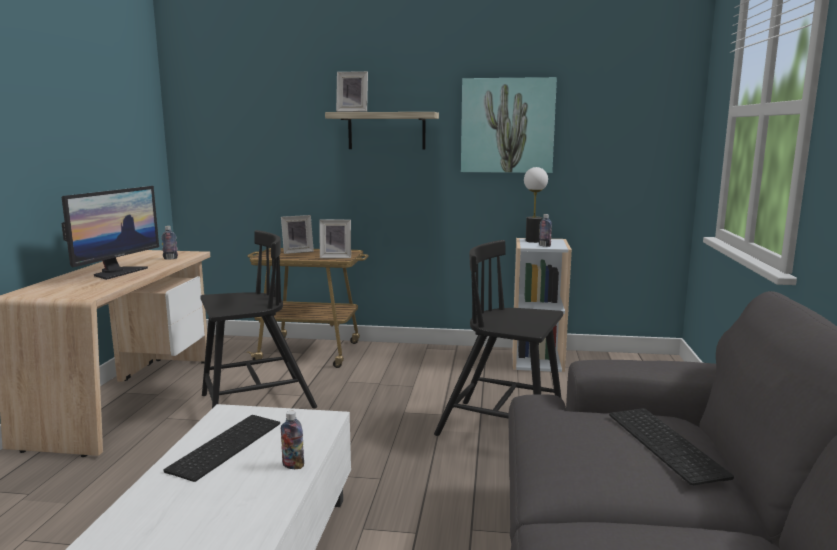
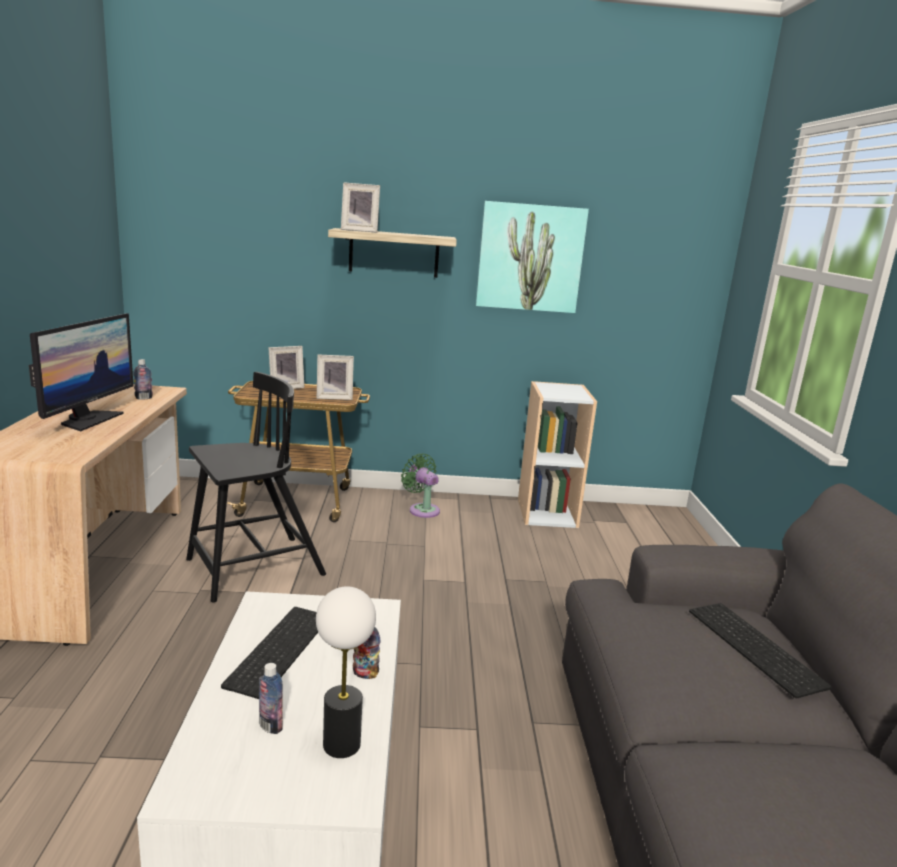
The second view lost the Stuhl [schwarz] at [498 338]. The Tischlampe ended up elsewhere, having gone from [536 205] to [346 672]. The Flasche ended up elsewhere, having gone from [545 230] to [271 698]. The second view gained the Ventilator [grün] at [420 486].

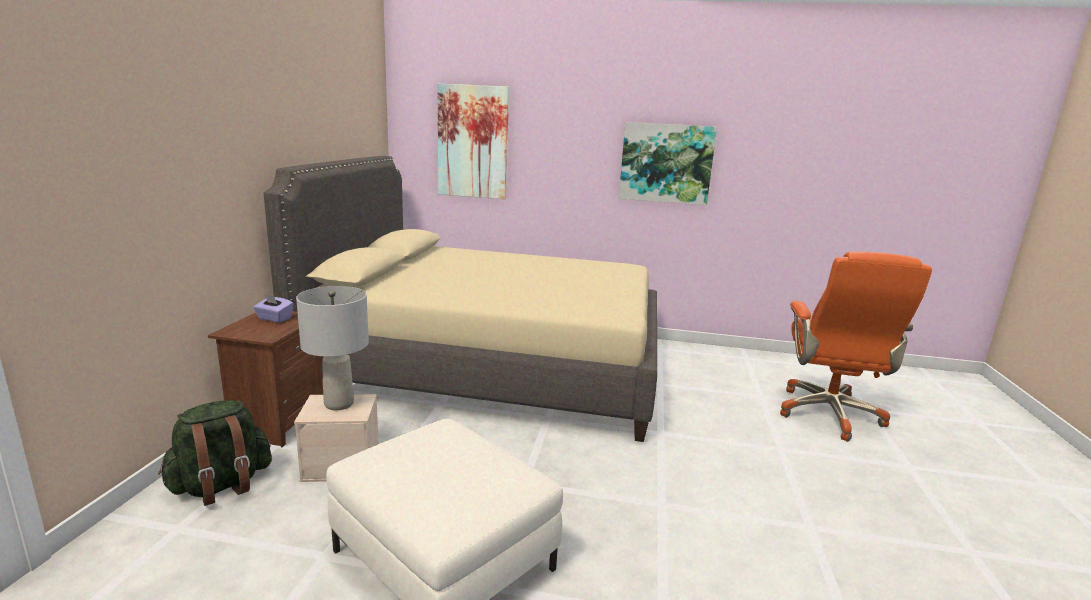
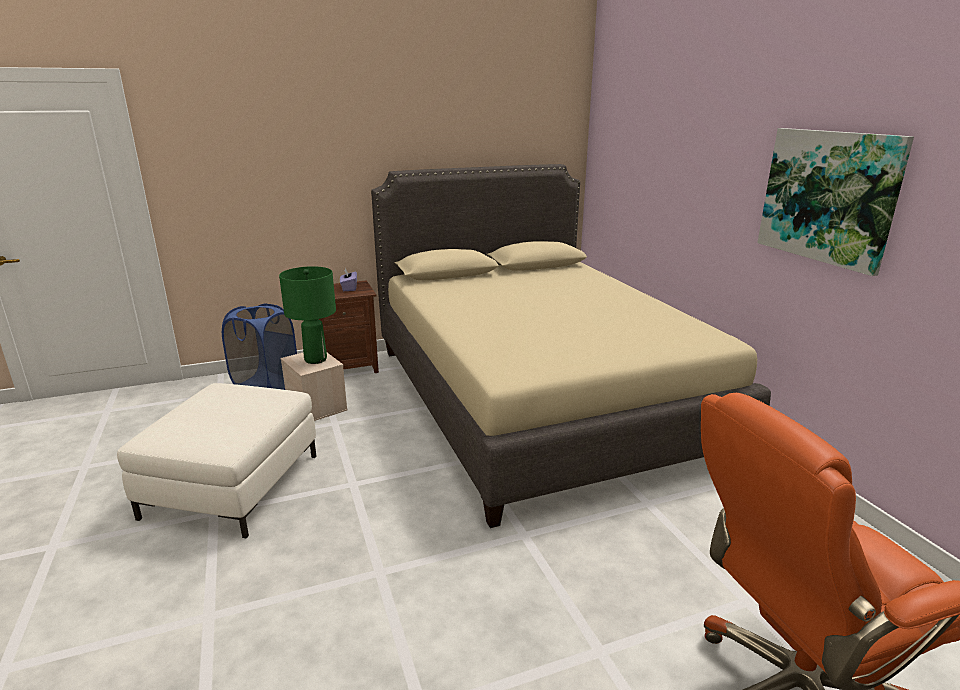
Where the Rucksack [grün] stood at [215 453], the Wäschekorb [blau] came to stand at [259 346]. What was the Tischlampe [grau] at [332 348] turned into the Tischlampe [grün] at [307 315]. The second view lost the Bild at [473 141].

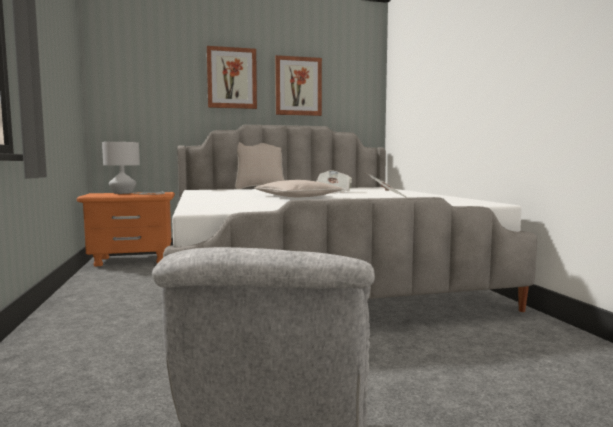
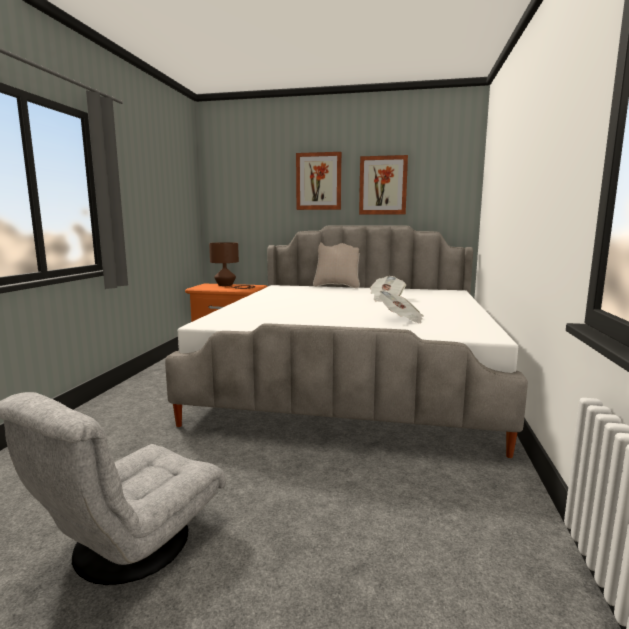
What was the Tischlampe [grau] at [133 168] turned into the Tischlampe [braun] at [232 265]. The second view lost the Kissen [beige] at [299 188].

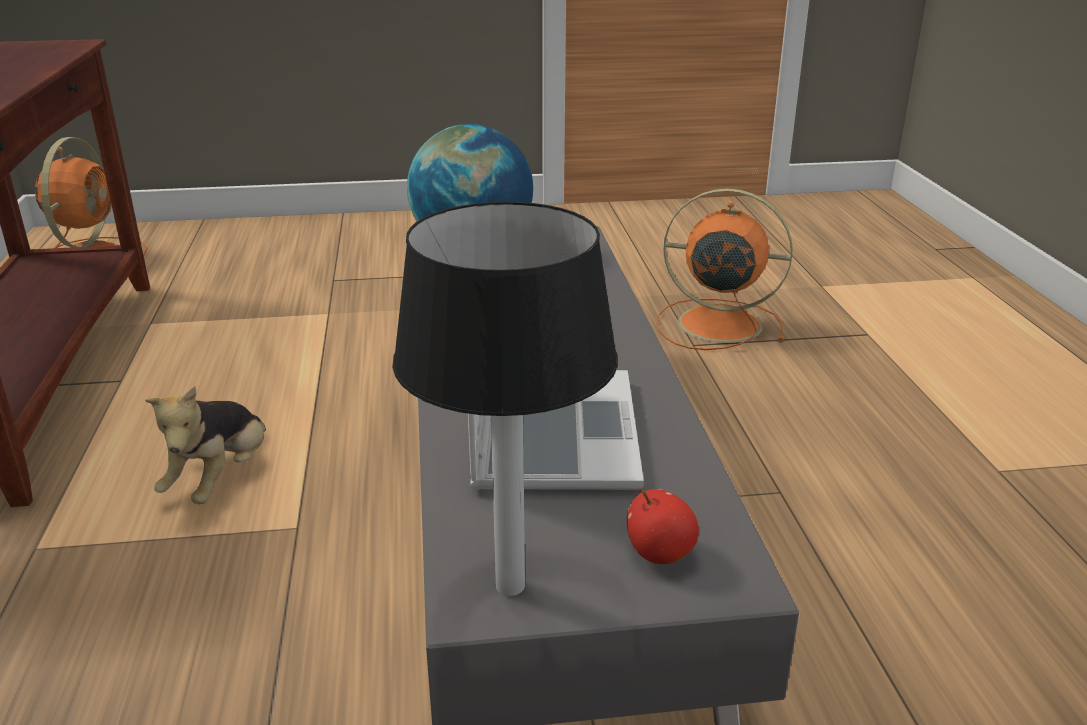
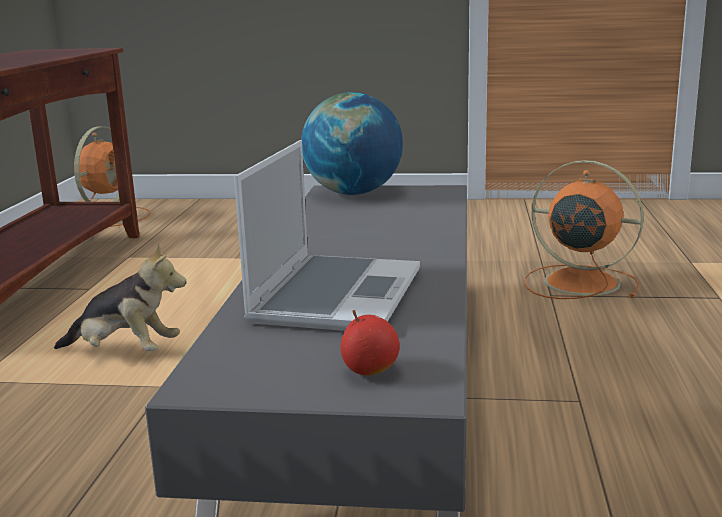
The Plüschtier at [205 445] ended up facing another way, 105 degrees counterclockwise from before. The second view lost the Tischlampe at [505 399].

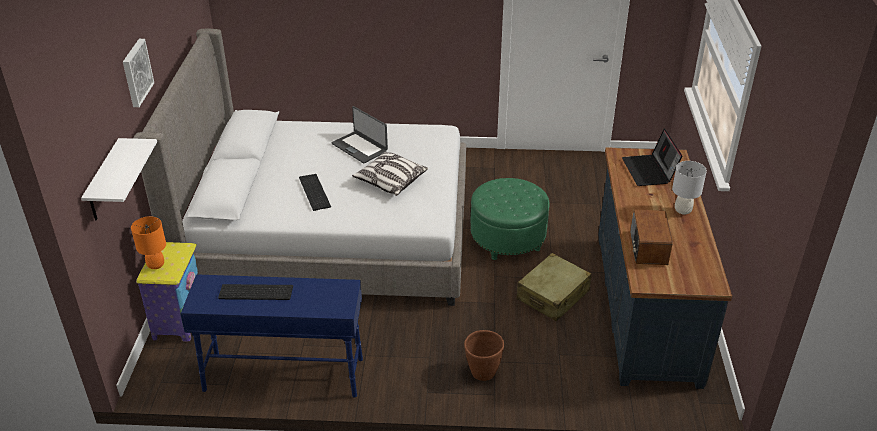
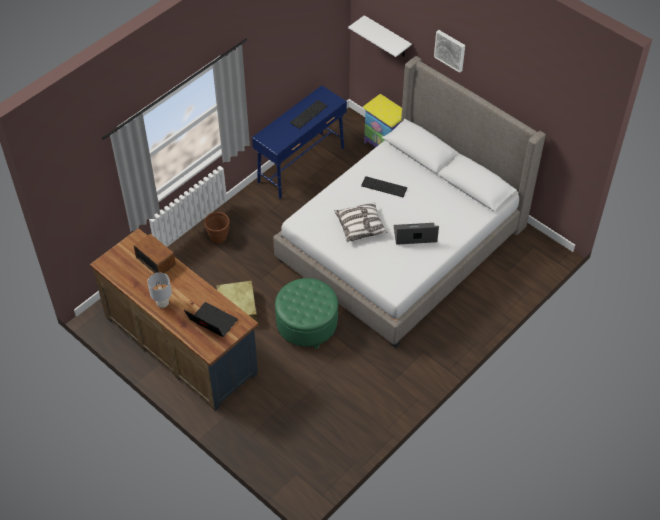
The second view lost the Tischlampe [orange] at [148 242].

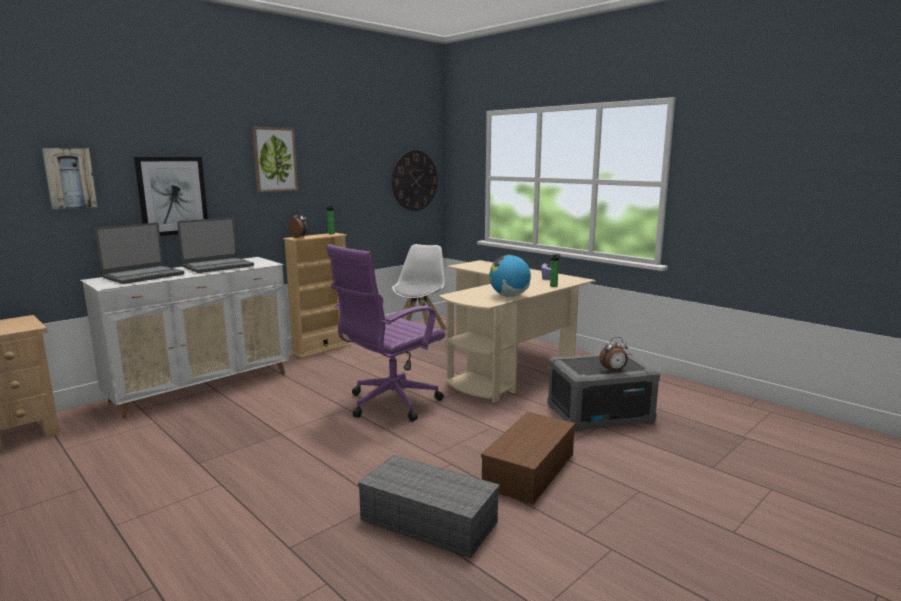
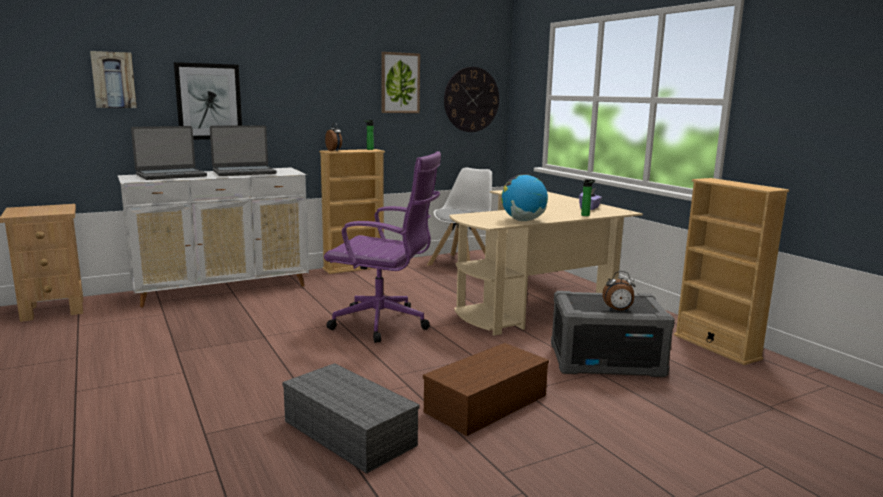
The Bild ended up elsewhere, having gone from [275 159] to [400 82]. The Bürostuhl [lila] at [386 333] ended up facing another way, 135 degrees counterclockwise from before. The second view gained the Bücherregal [beige] at [731 271].

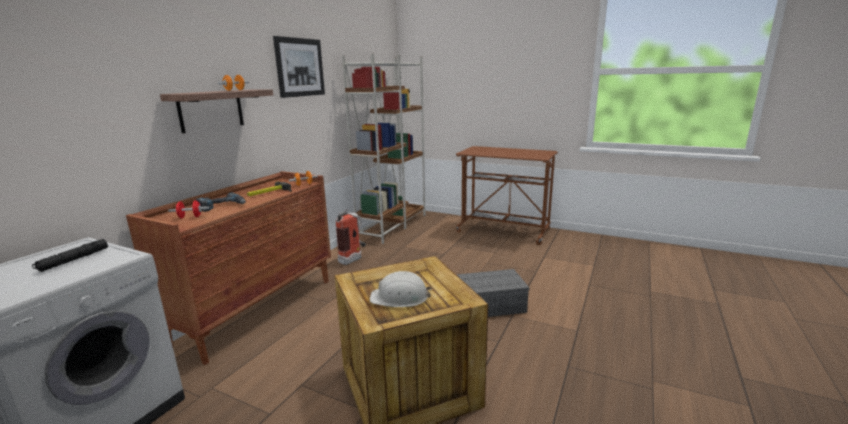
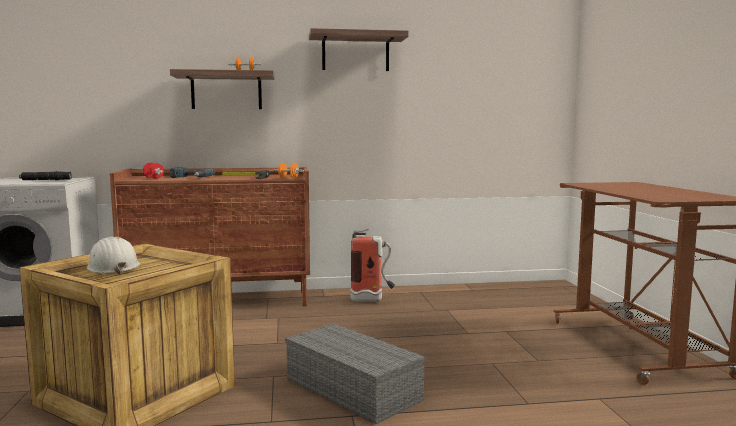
Where the Bild hung at [299 67], the Wandregal came to hang at [359 49]. The second view lost the Bücherregal [braun] at [383 149].

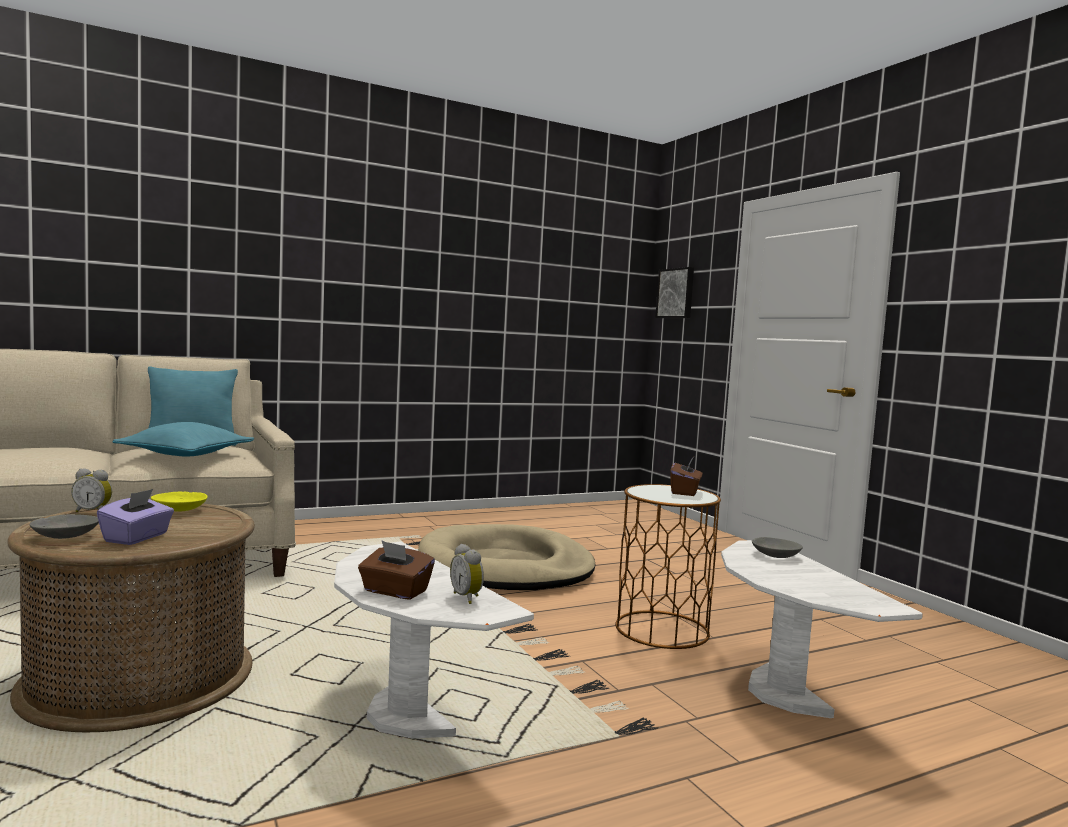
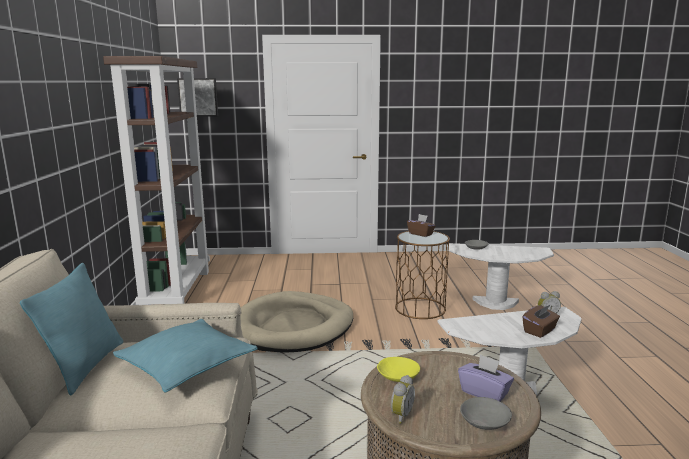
The second view gained the Bücherregal [braun] at [156 180].

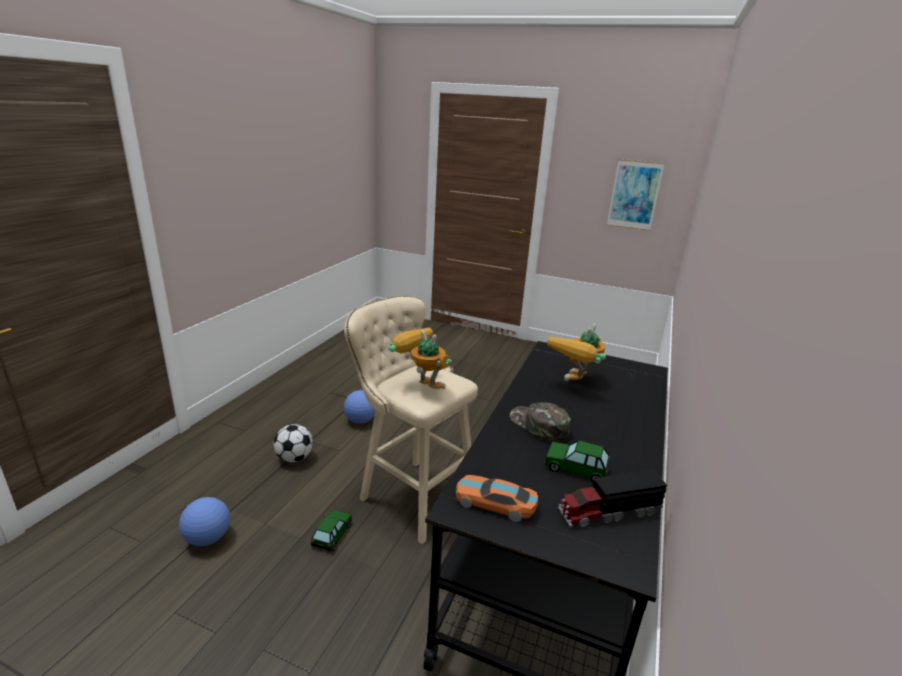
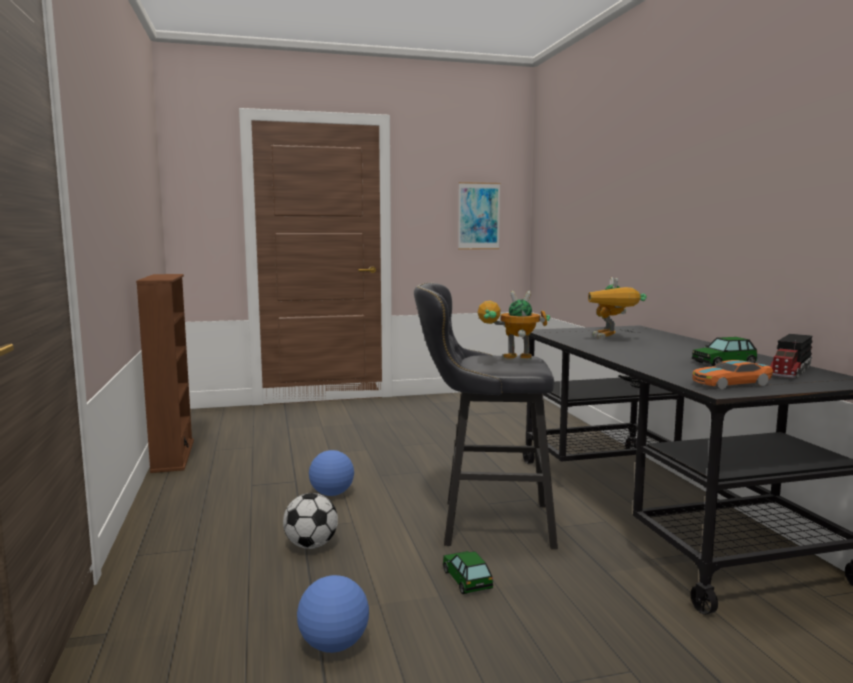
What was the Hocker [beige] at [411 420] turned into the Hocker [schwarz] at [486 416]. The second view lost the Kappe [grün] at [540 422]. The second view gained the Bücherregal [braun] at [165 373].

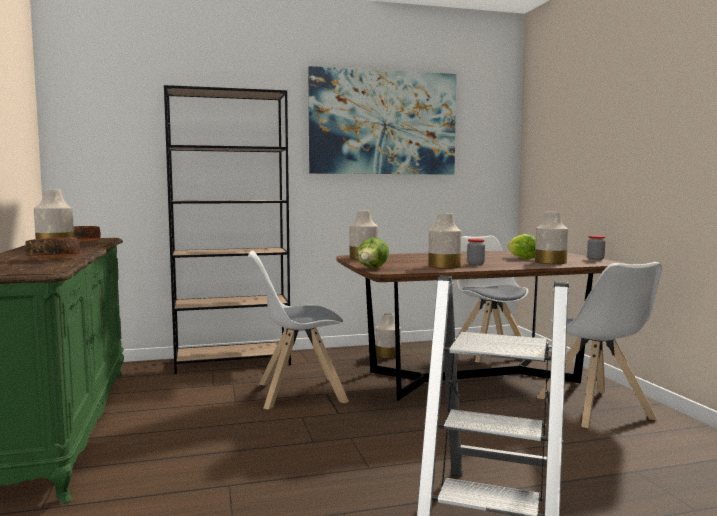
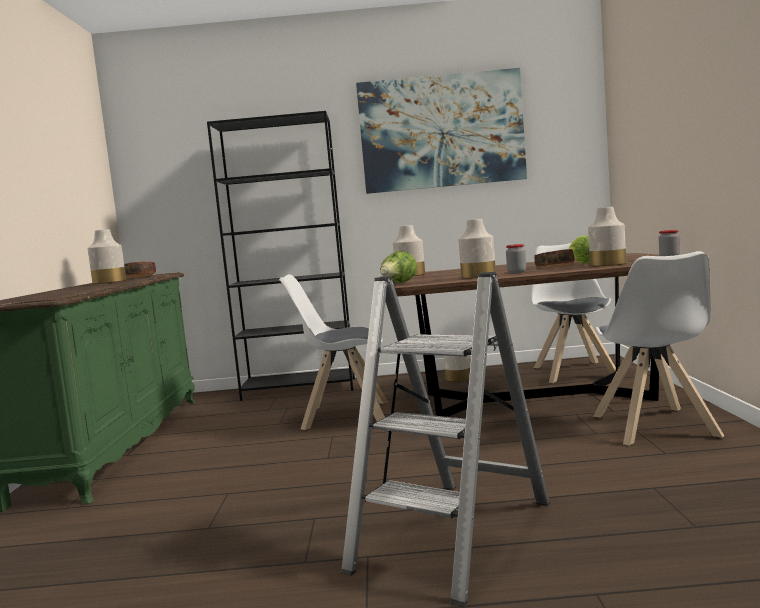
The Schüssel ended up elsewhere, having gone from [52 248] to [554 258]. What was the Bücherregal [beige] at [227 229] turned into the Bücherregal [schwarz] at [281 256].

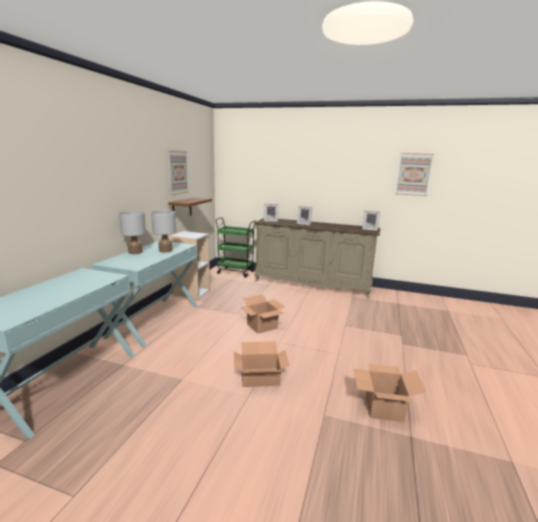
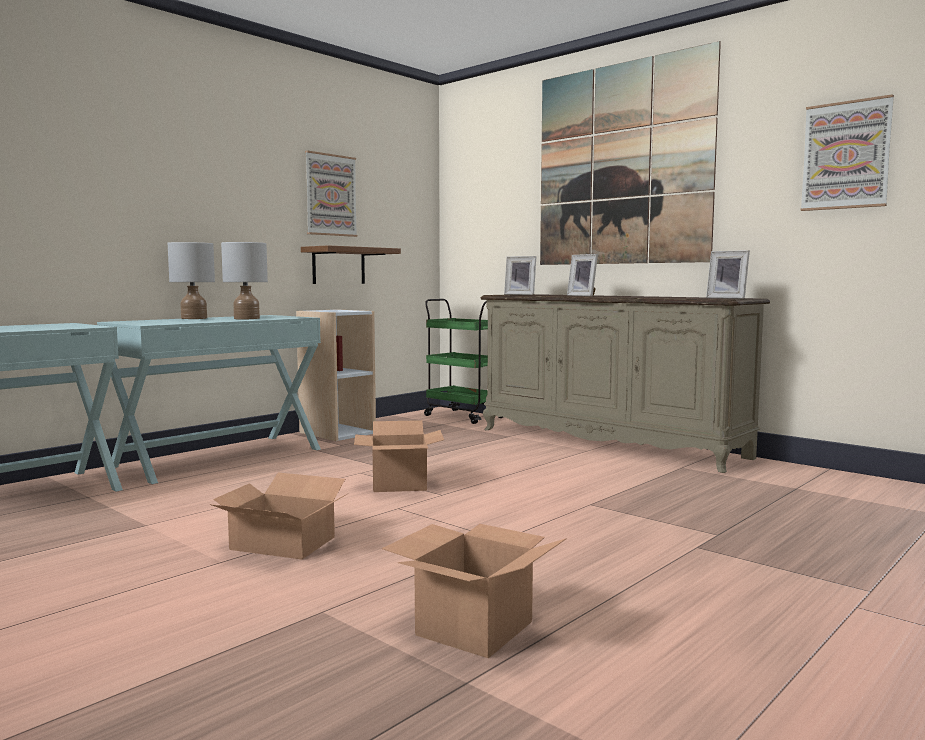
The second view gained the Bild at [630 153].

